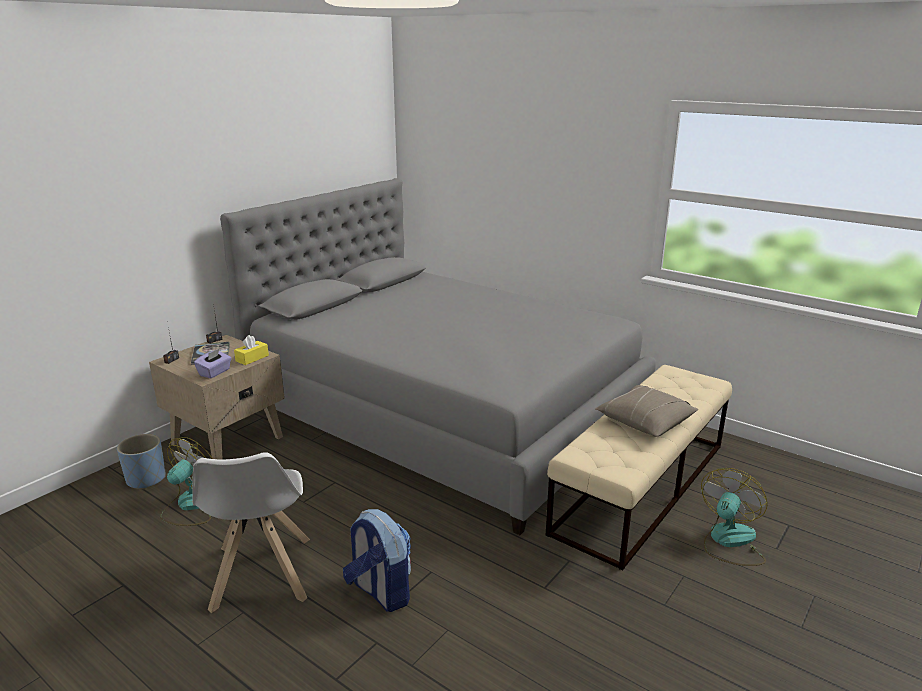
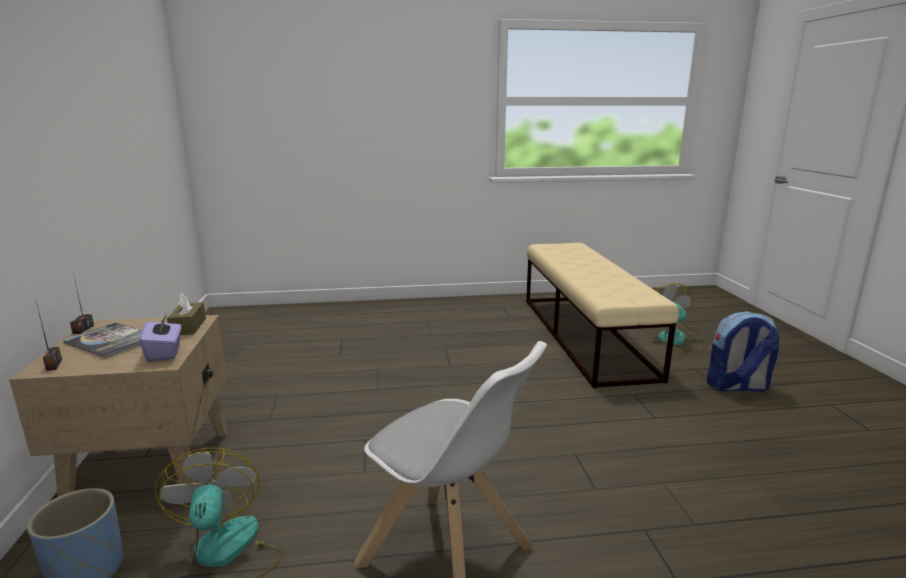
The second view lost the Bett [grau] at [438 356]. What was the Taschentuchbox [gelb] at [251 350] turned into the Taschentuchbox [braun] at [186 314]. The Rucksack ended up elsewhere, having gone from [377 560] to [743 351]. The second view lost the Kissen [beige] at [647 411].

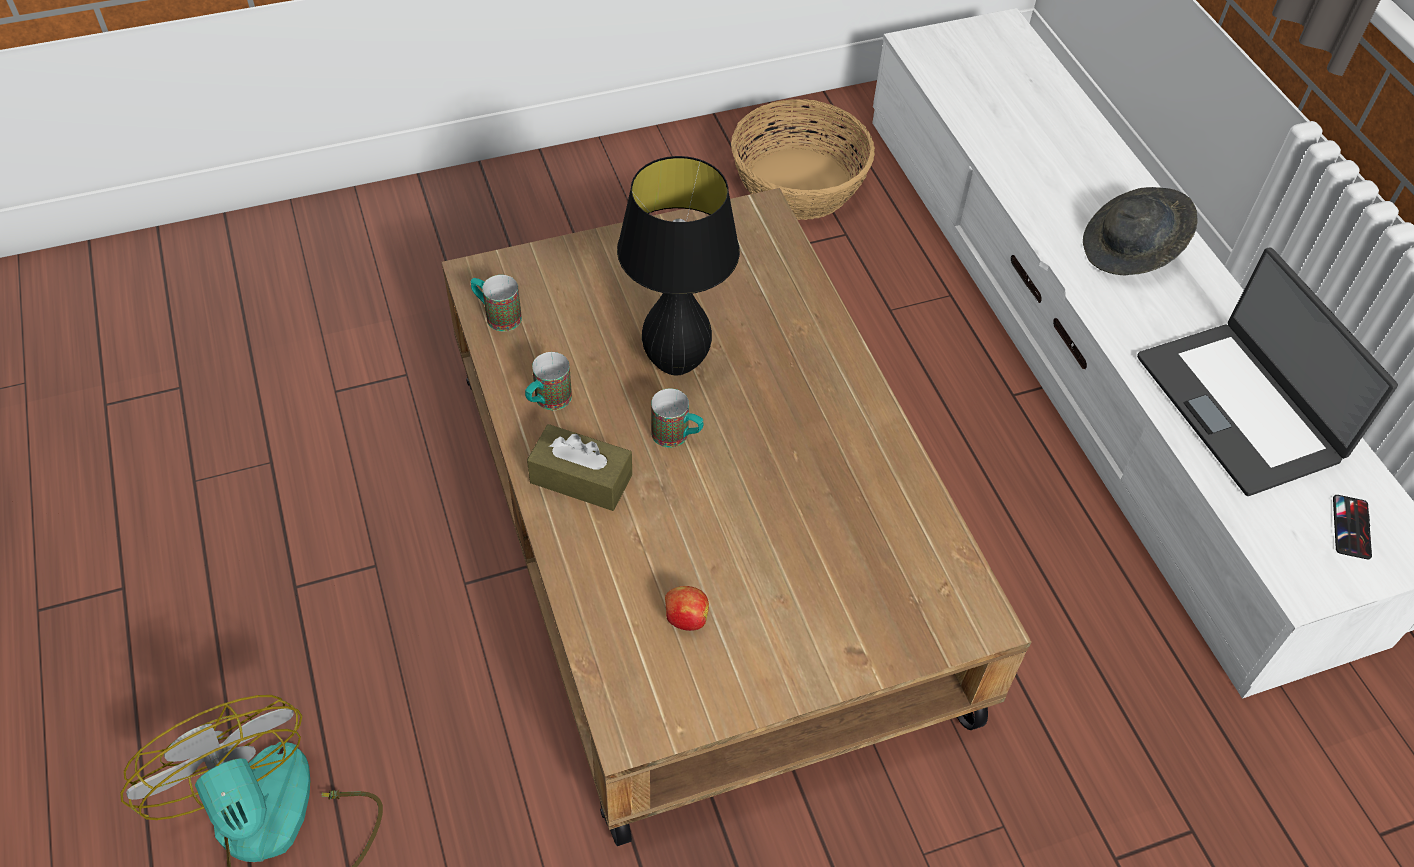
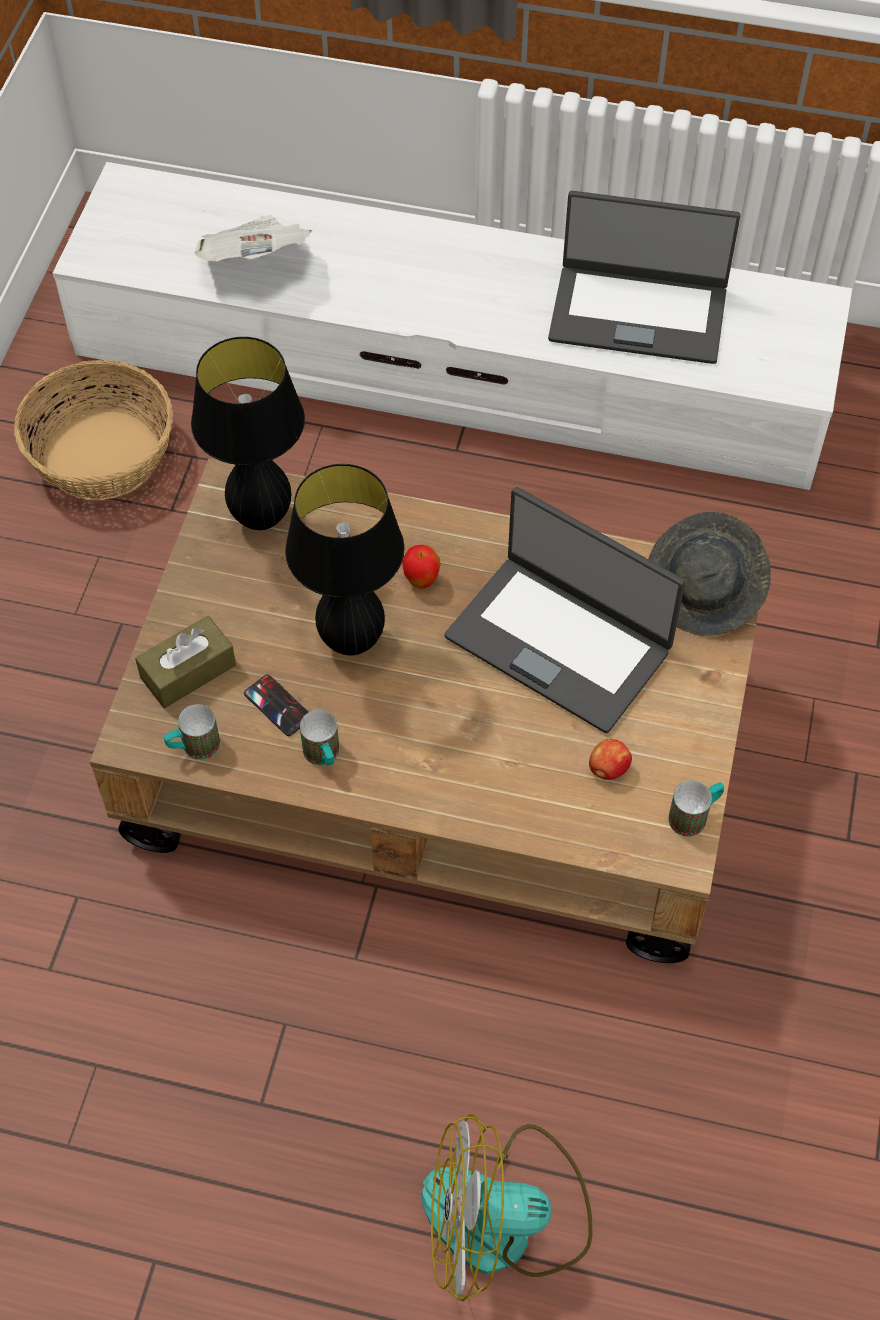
The Taschentuchbox [braun] ended up elsewhere, having gone from [579 467] to [185 662]. The Henkelbecher ended up elsewhere, having gone from [677 418] to [696 808]. The Hut [grau] ended up elsewhere, having gone from [1140 231] to [709 574]. The Handy ended up elsewhere, having gone from [1352 527] to [276 705]. The second view gained the Tischlampe [schwarz] at [248 433]. The second view gained the Zeitung at [253 238]. The second view gained the Apfel at [421 567]. The second view gained the Laptop at [565 610].

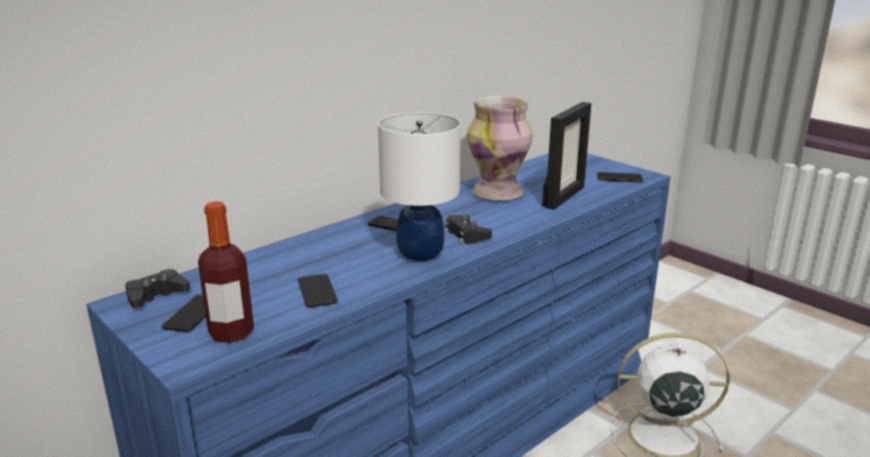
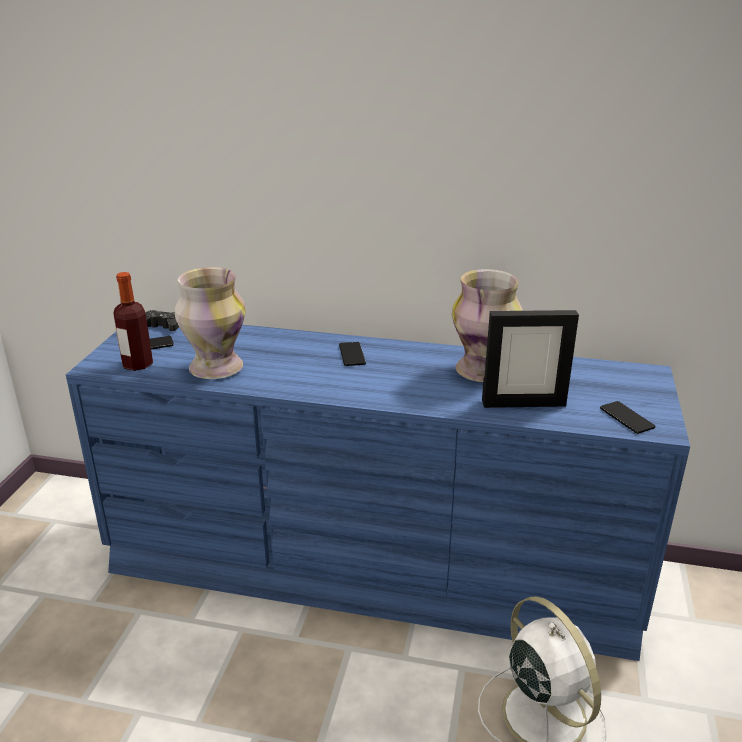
Where the Handy stood at [318 290], the Vase came to stand at [210 323]. The second view lost the Tischlampe [weiß] at [419 186]. The second view lost the Gamepad [schwarz] at [468 229].

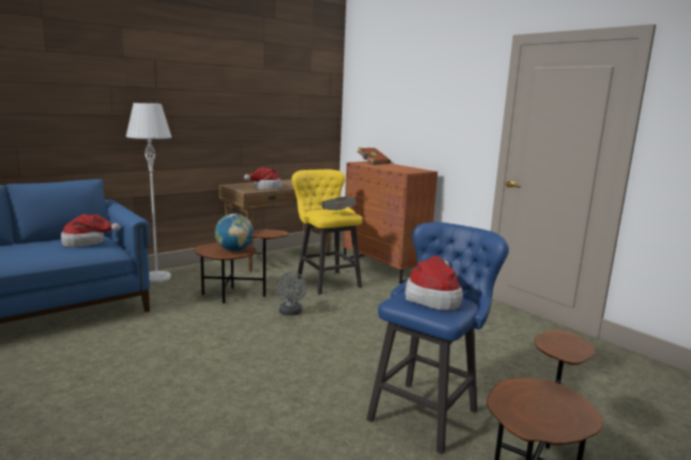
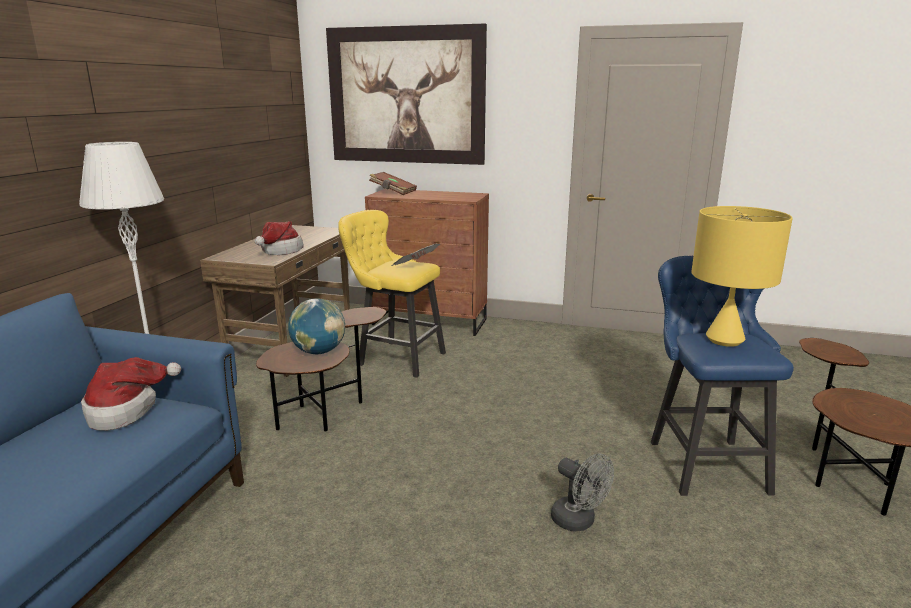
The Ventilator [grau] ended up elsewhere, having gone from [291 294] to [582 492]. Where the Hut stood at [434 283], the Tischlampe [gelb] came to stand at [742 276]. The second view gained the Bild at [406 94].

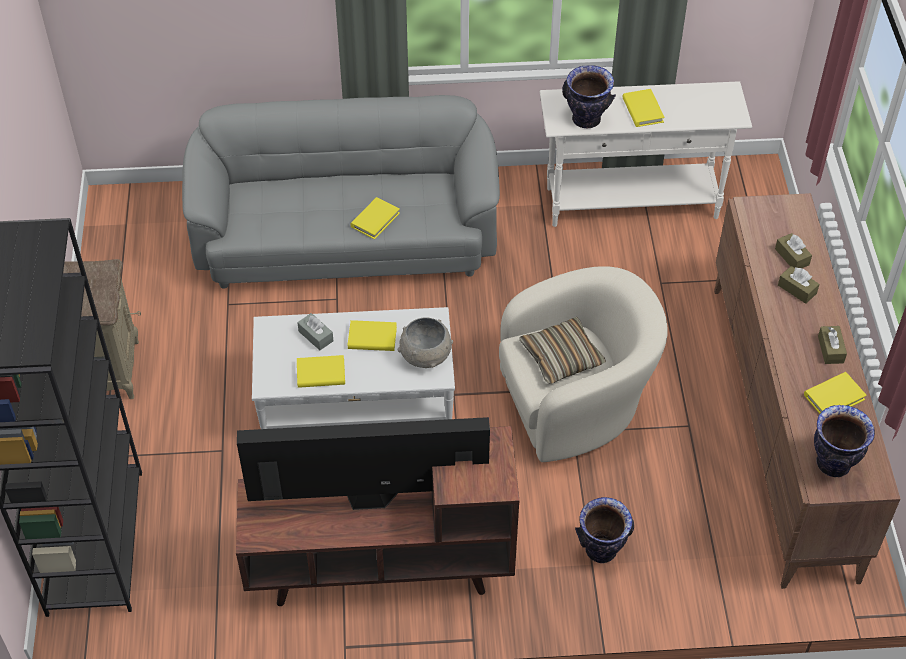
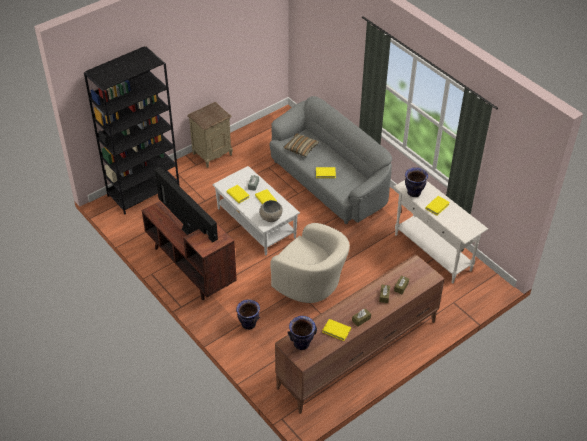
The Kissen ended up elsewhere, having gone from [562 350] to [301 145].

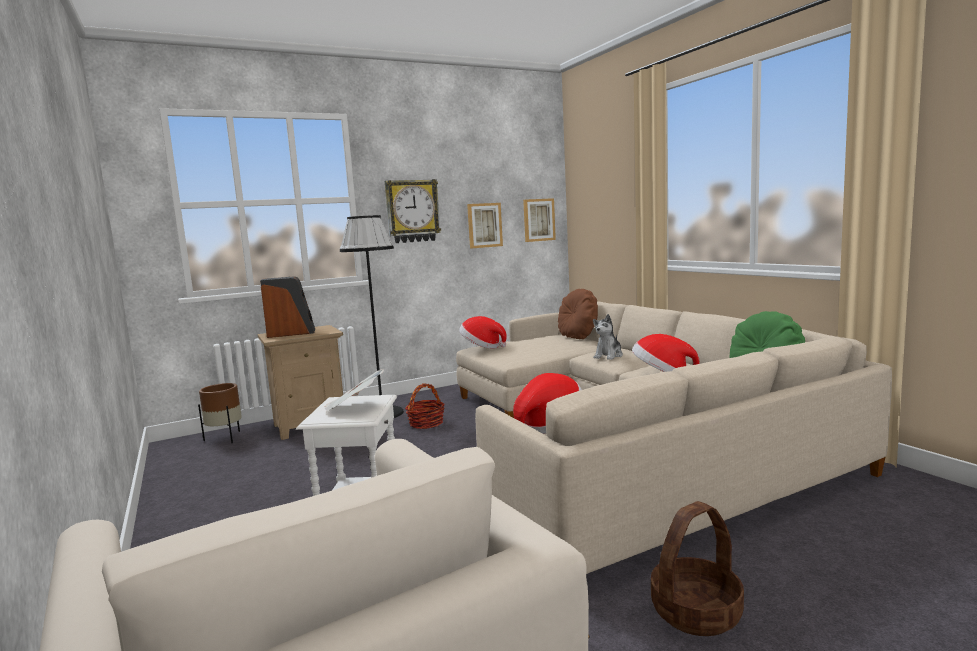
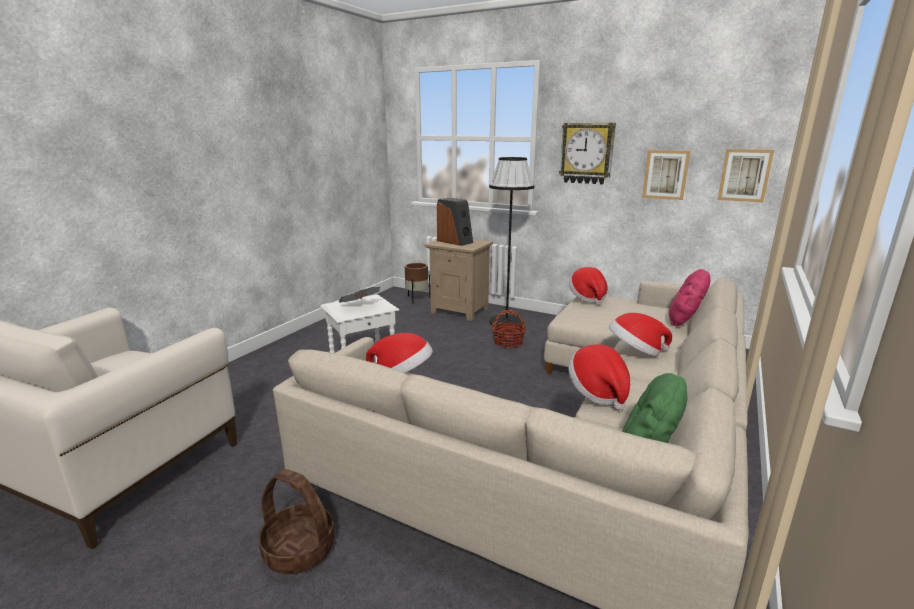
What was the Kissen [braun] at [578 314] turned into the Kissen [rosa] at [689 297]. Where the Plüschtier stood at [608 337], the Hut came to stand at [640 334].

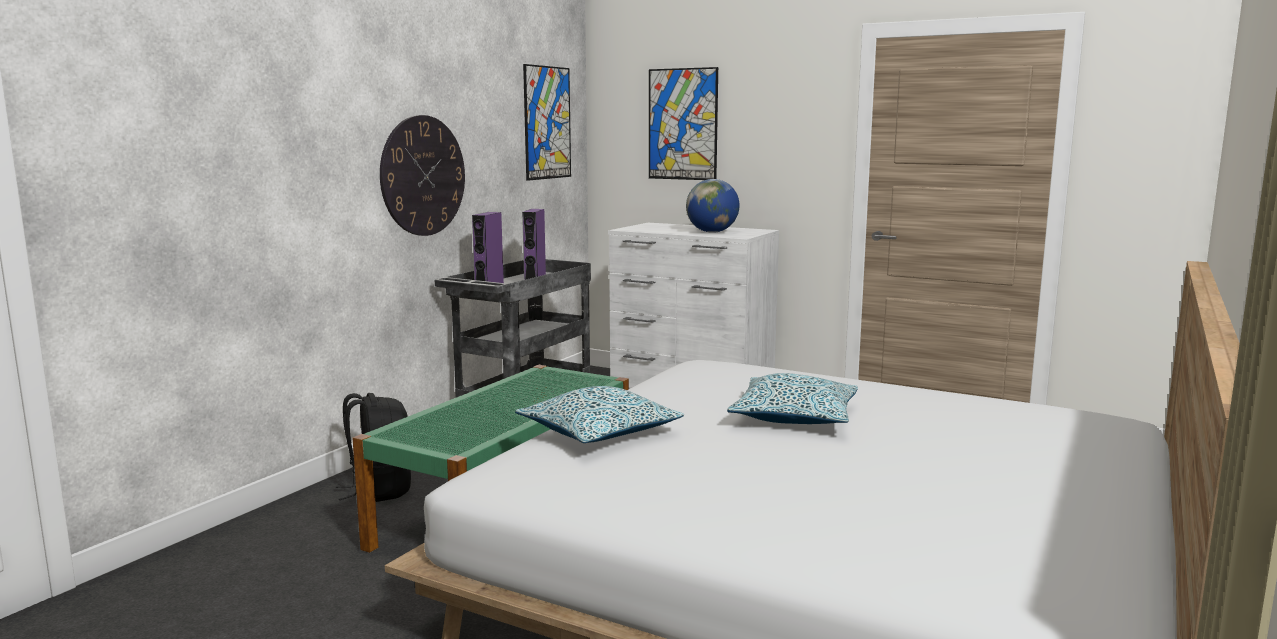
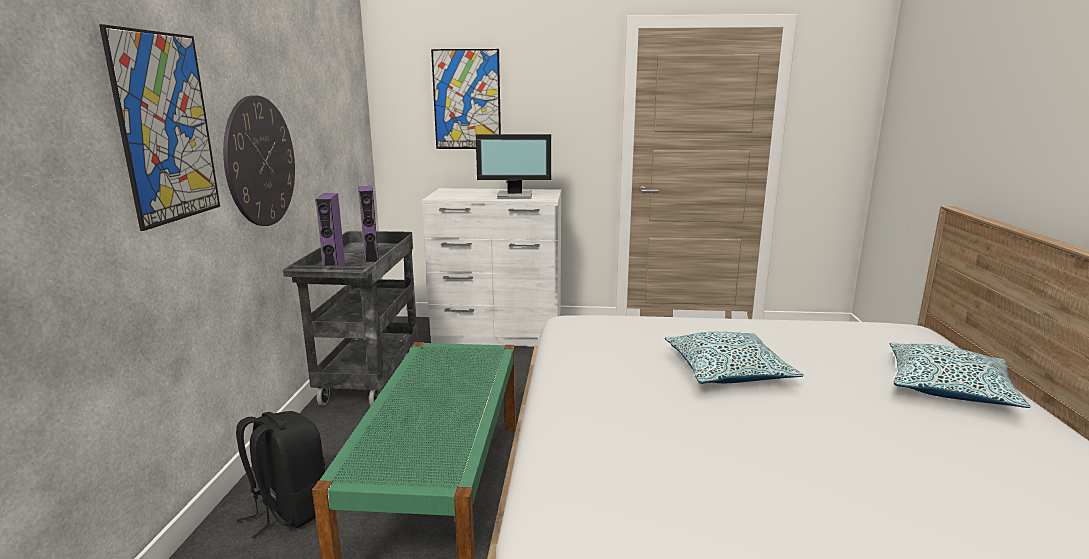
The Kissen ended up elsewhere, having gone from [599 414] to [960 375]. The Bild ended up elsewhere, having gone from [547 122] to [159 127]. Where the Globus stood at [712 206], the Monitor came to stand at [513 166].

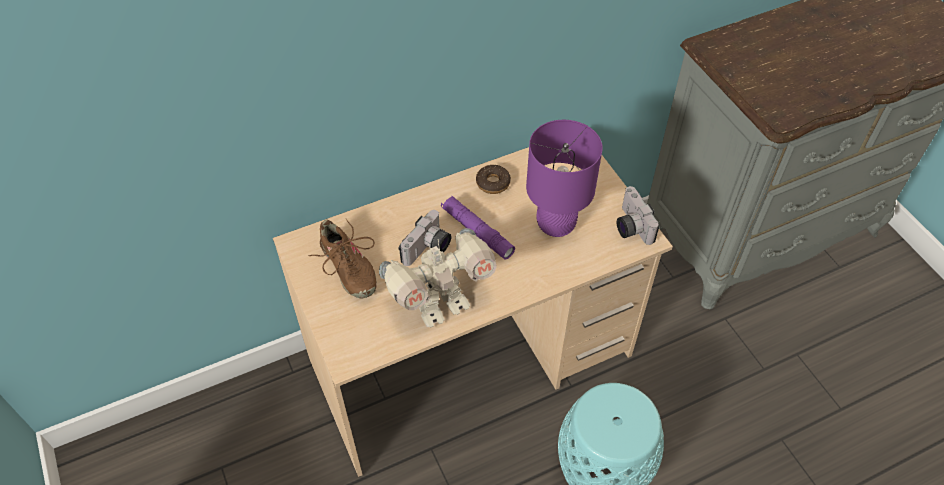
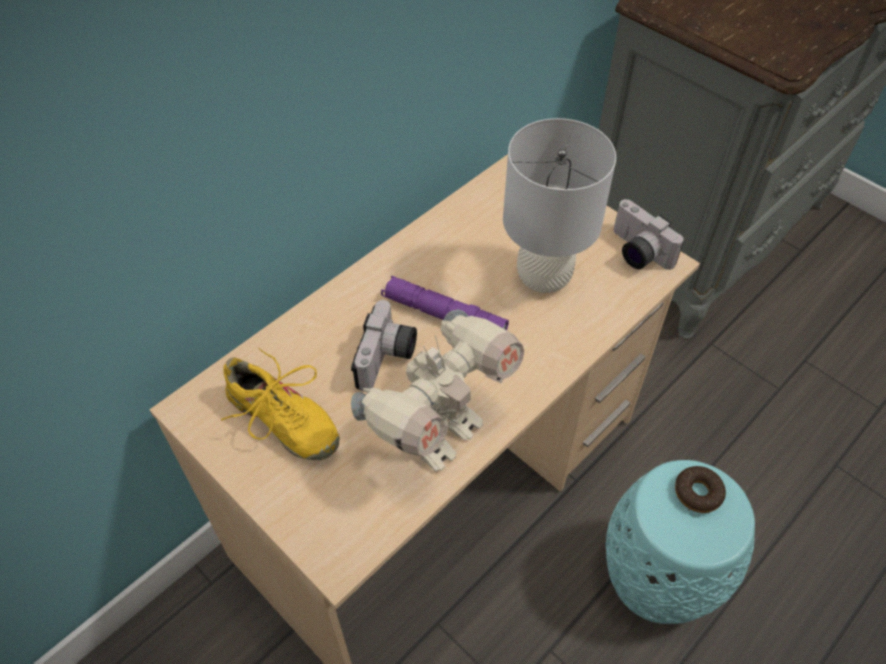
What was the Schuh [braun] at [343 258] turned into the Schuh [gelb] at [280 403]. The Donut ended up elsewhere, having gone from [493 179] to [700 489]. What was the Tischlampe [lila] at [564 178] turned into the Tischlampe [grau] at [559 205].

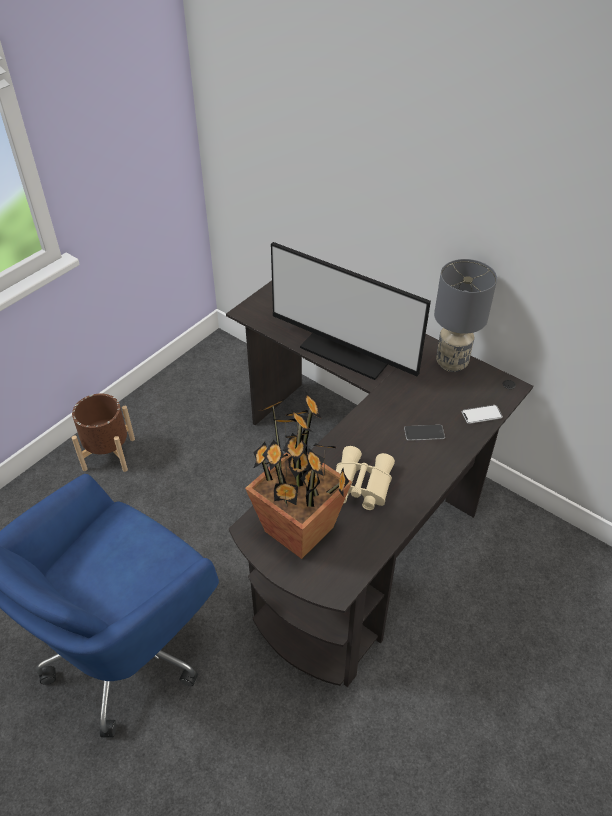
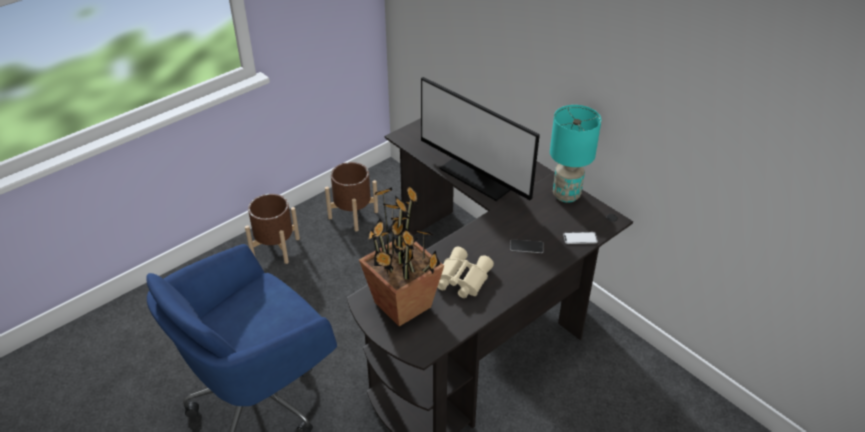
What was the Tischlampe [grau] at [465 315] turned into the Tischlampe [türkis] at [575 154]. The second view gained the Pflanzkübel [braun] at [351 197].

